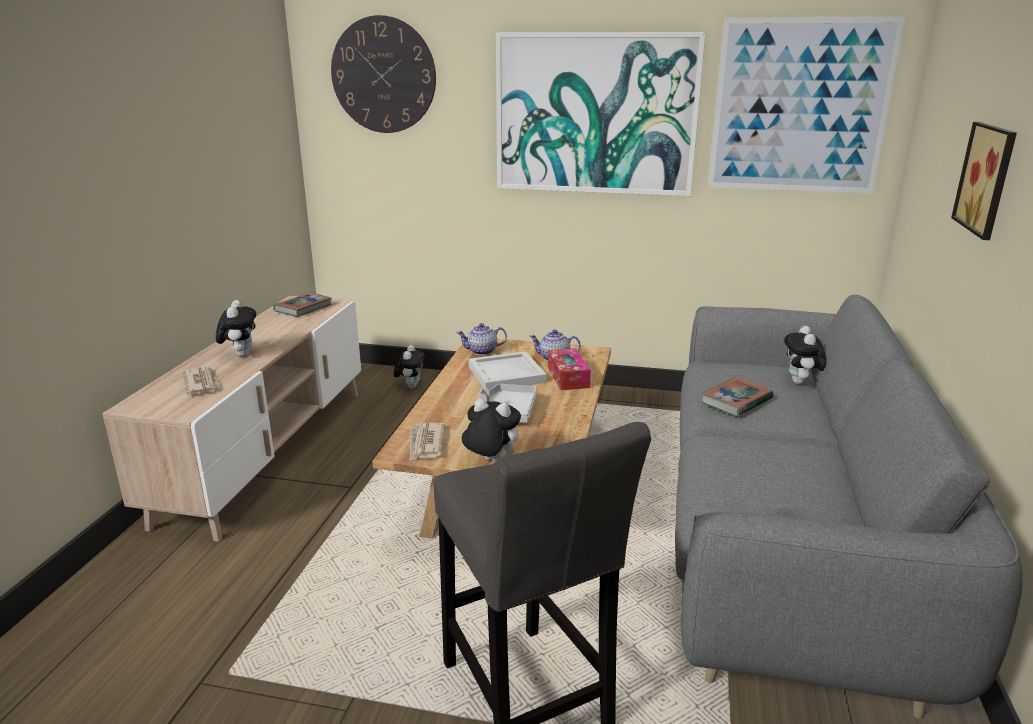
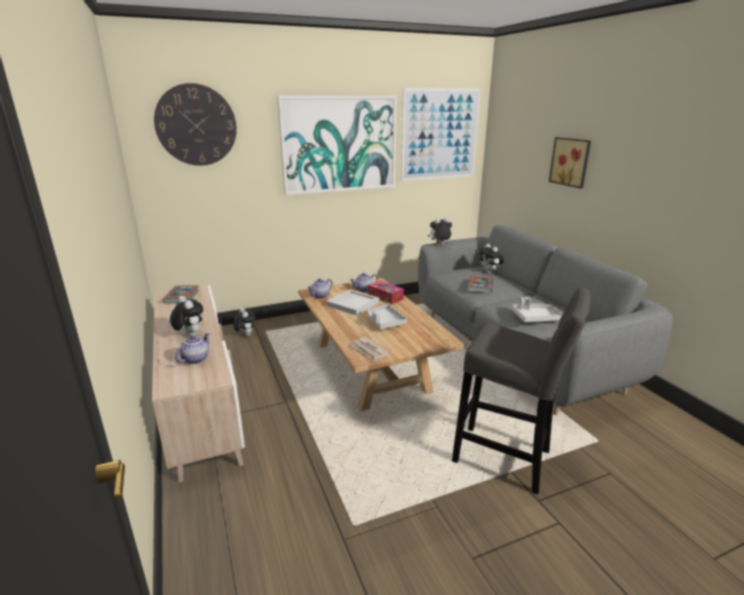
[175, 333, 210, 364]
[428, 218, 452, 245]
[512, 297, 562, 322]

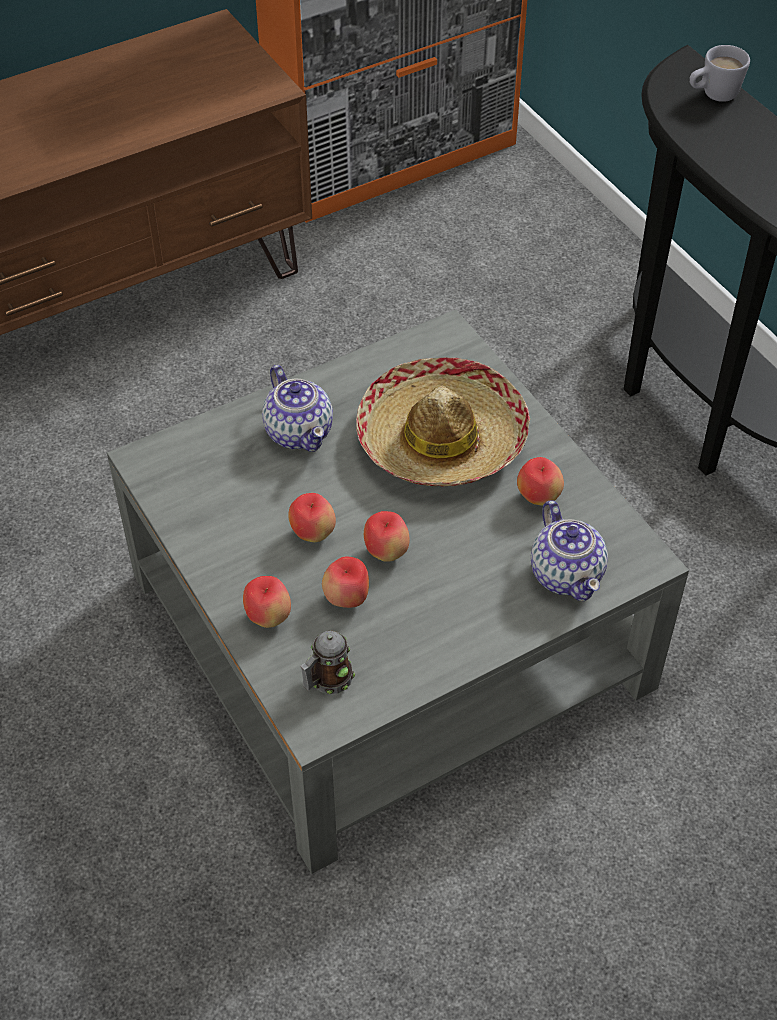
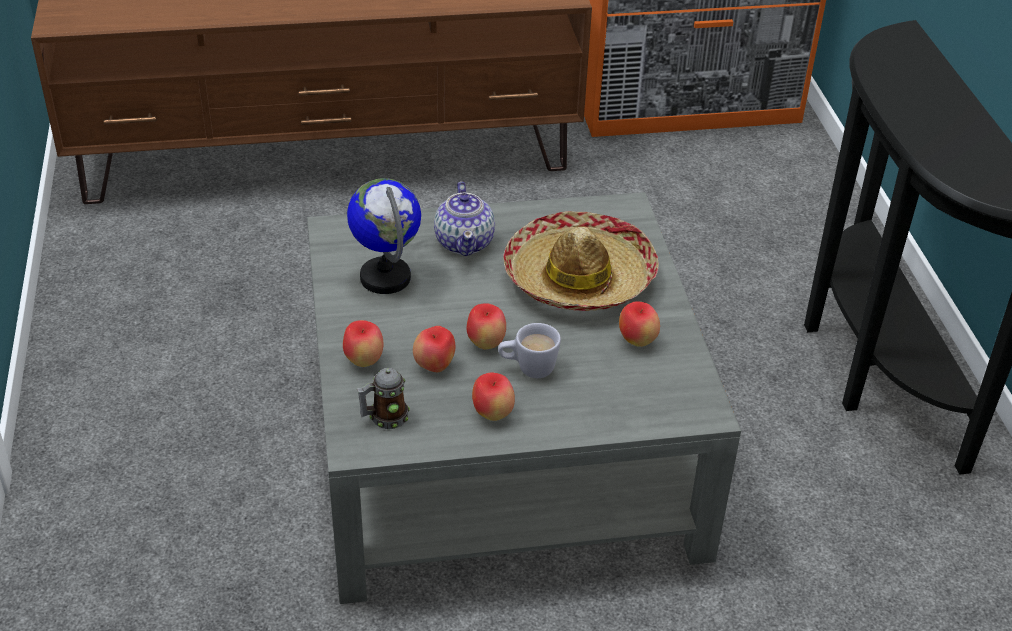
[472, 372, 515, 421]
[531, 501, 608, 601] (first image)
[498, 323, 561, 378]
[347, 178, 421, 294]

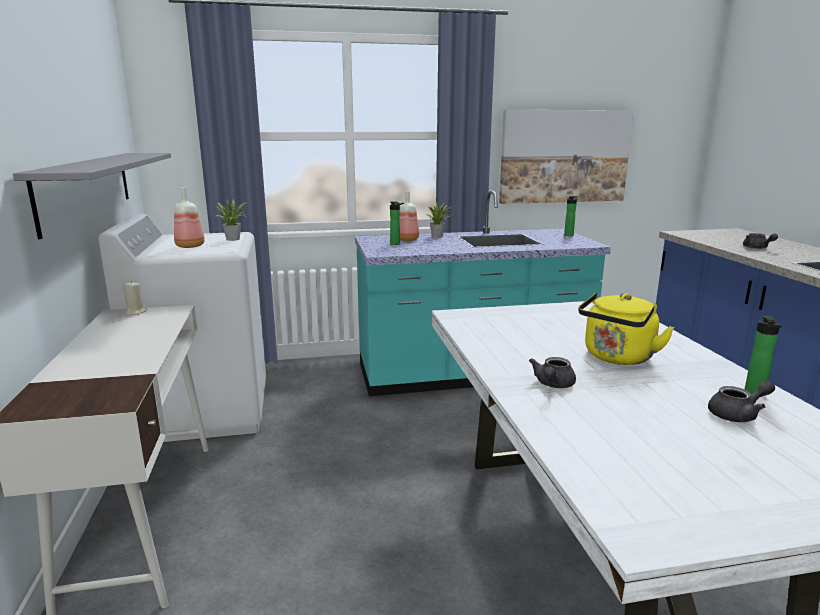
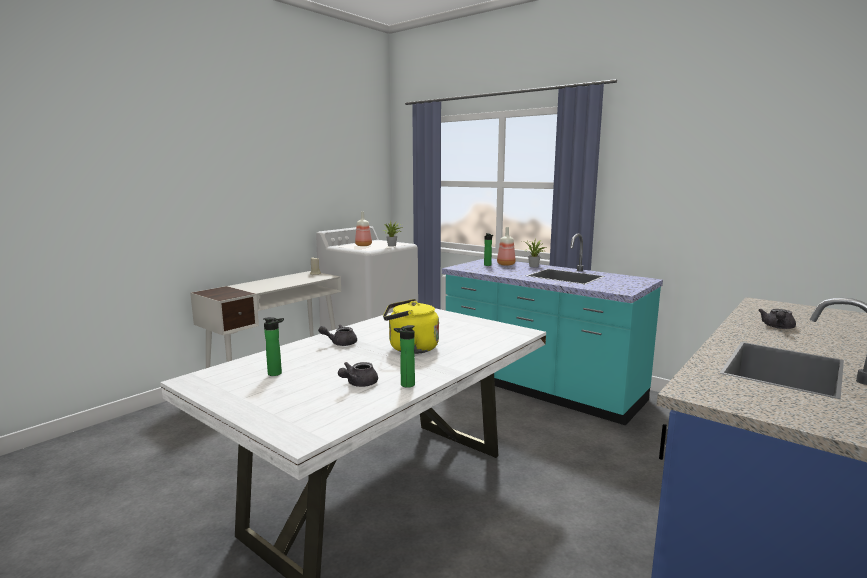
[13, 153, 171, 239] (first image)
[499, 110, 634, 204] (first image)
[263, 317, 284, 376]
[338, 362, 378, 387]

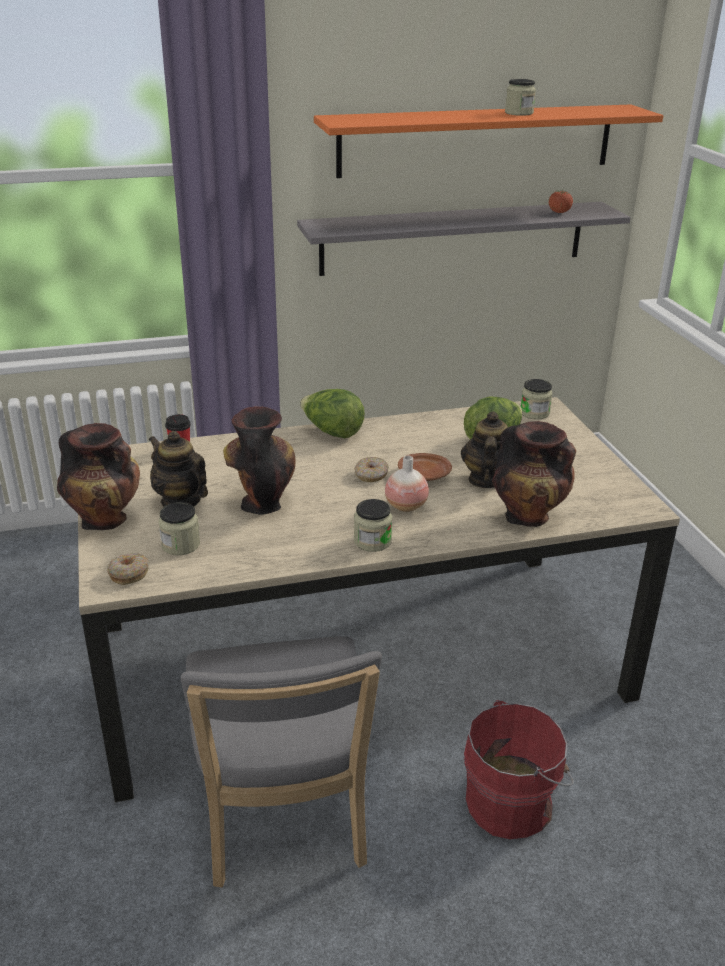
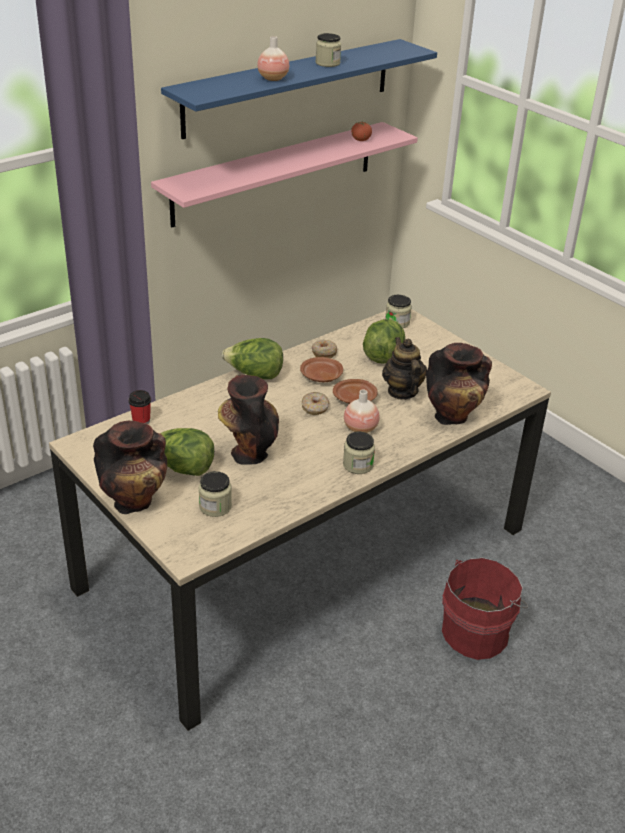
[312, 340, 337, 358]
[160, 428, 214, 476]
[181, 636, 382, 888] (first image)
[151, 122, 418, 228]
[161, 39, 437, 139]
[257, 36, 289, 81]
[300, 357, 343, 382]

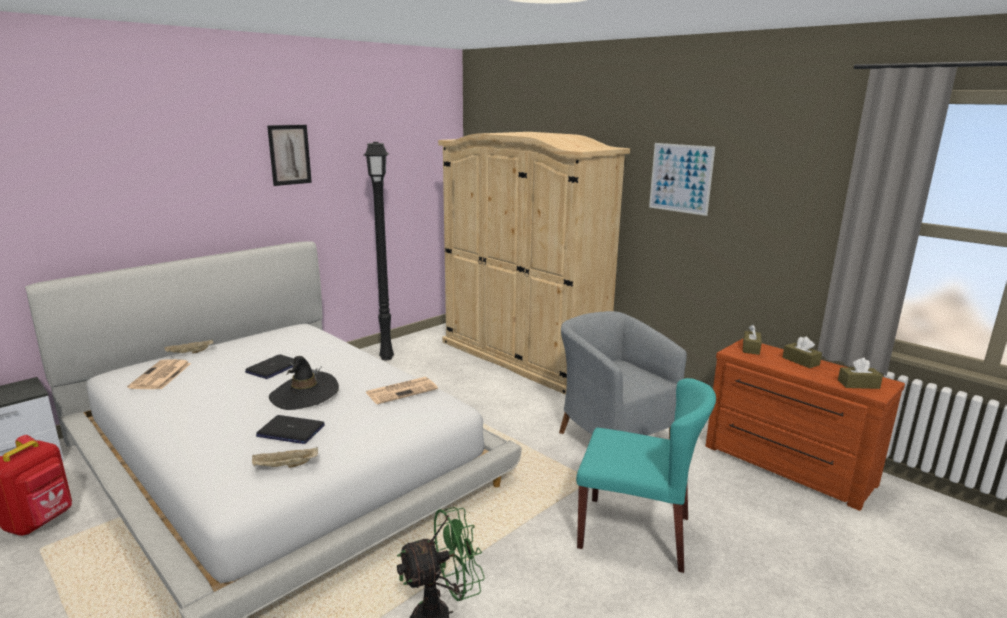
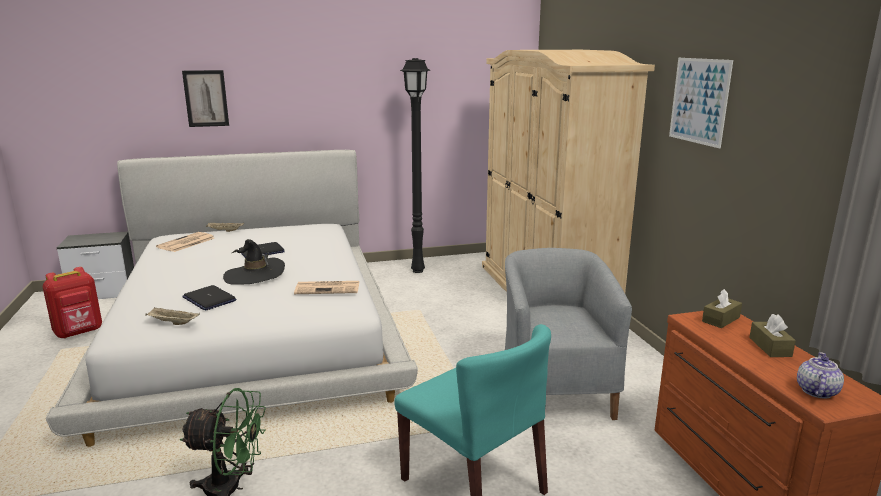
[182, 70, 229, 127]
[797, 352, 844, 399]

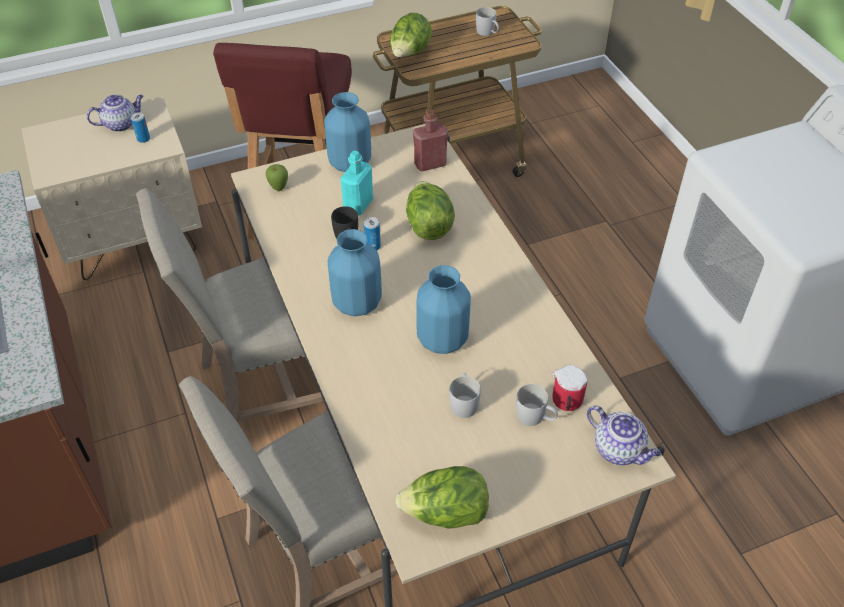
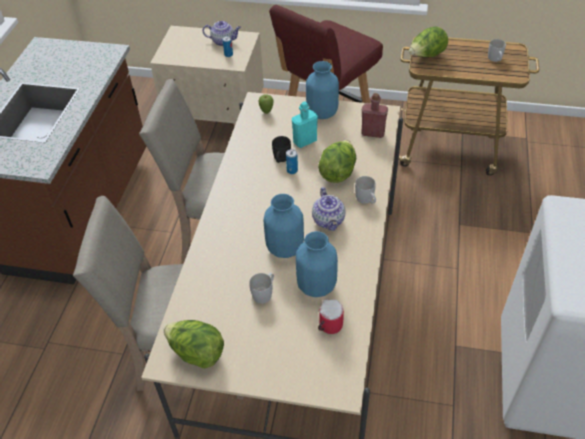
[296, 231, 338, 297]
[355, 176, 376, 204]
[312, 187, 346, 231]

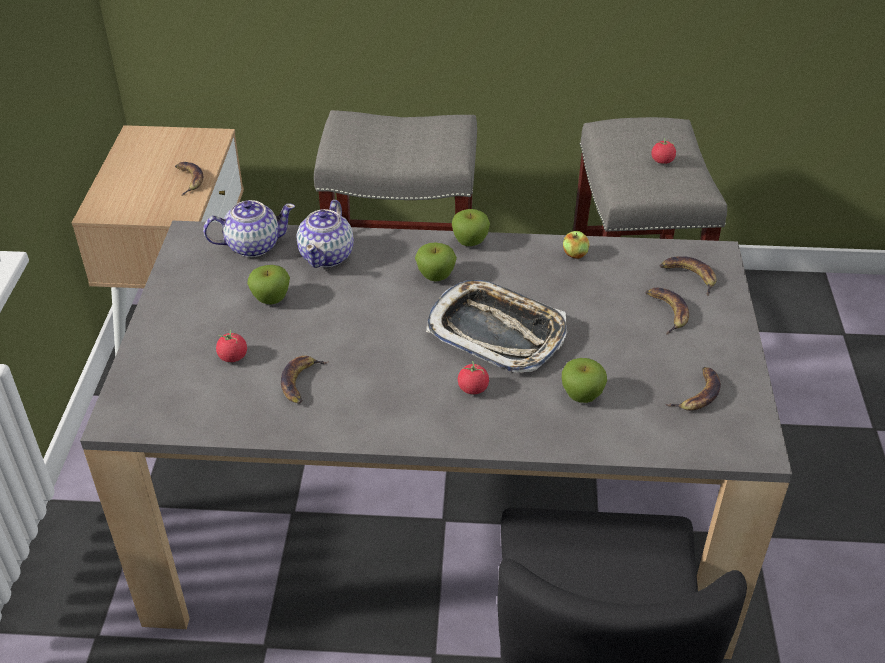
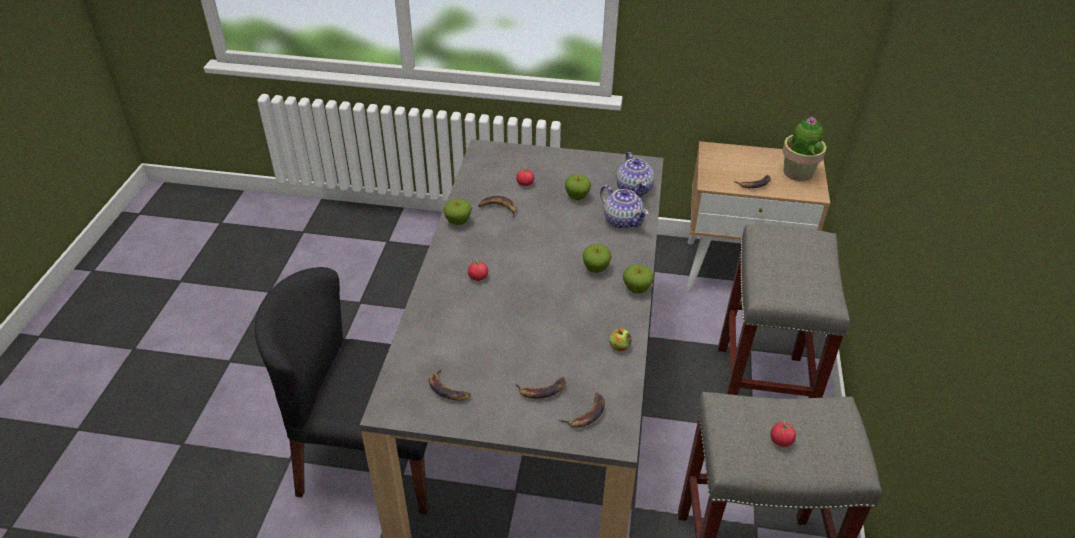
[600, 185, 649, 229]
[426, 280, 567, 373] (first image)
[444, 199, 472, 225]
[782, 116, 827, 181]

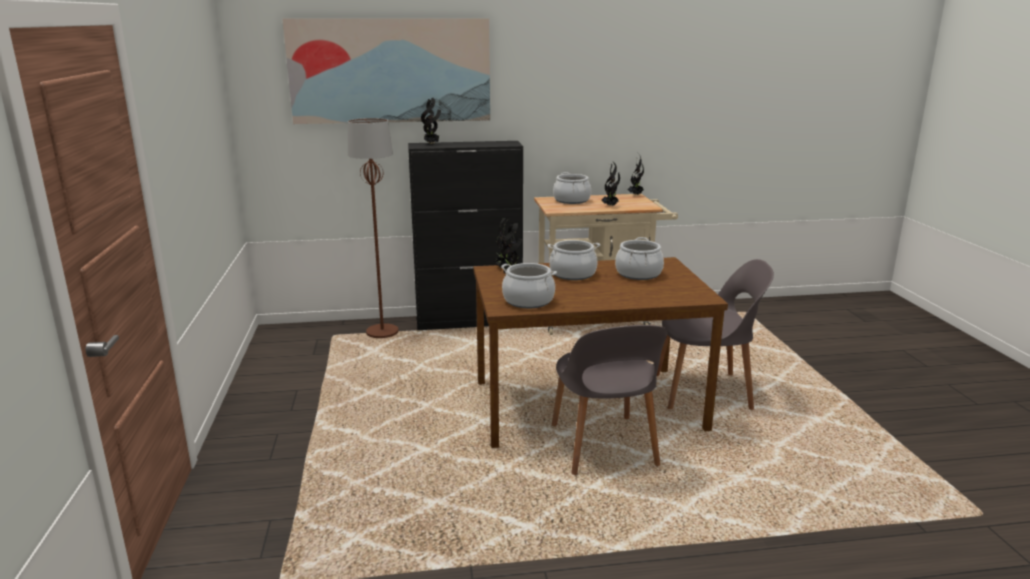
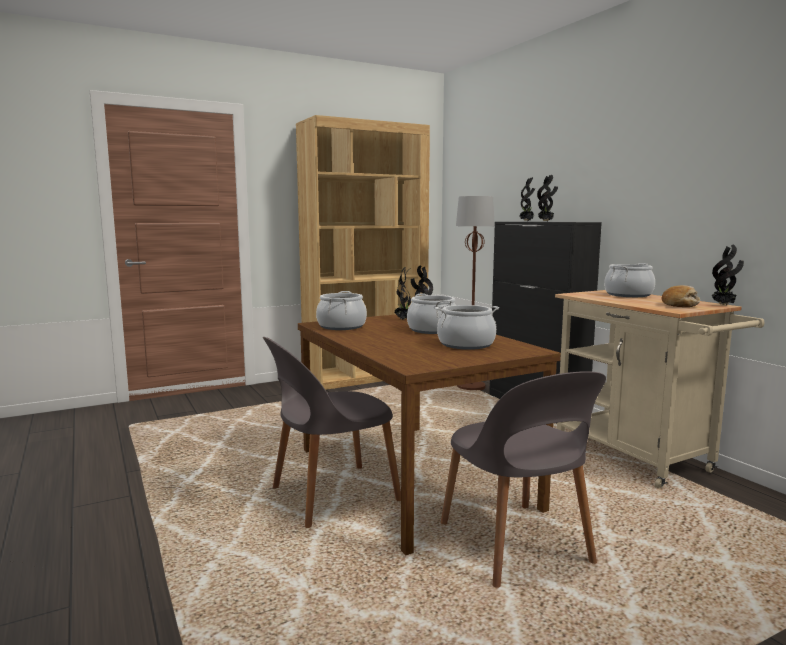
[282, 18, 490, 124] (first image)
[537, 175, 558, 221]
[296, 115, 430, 390]
[662, 285, 700, 307]

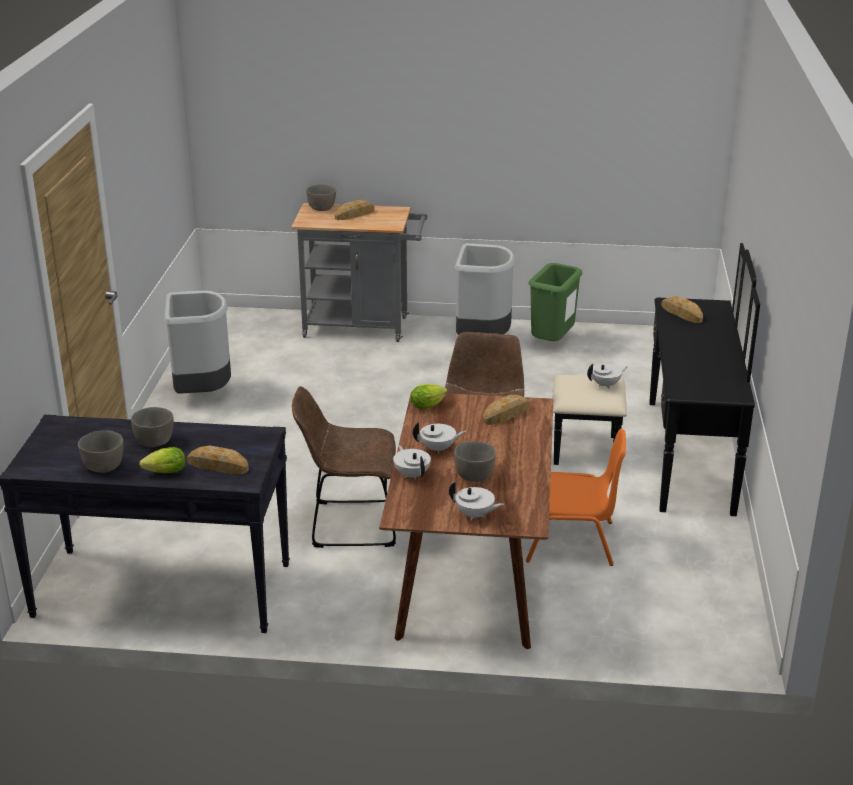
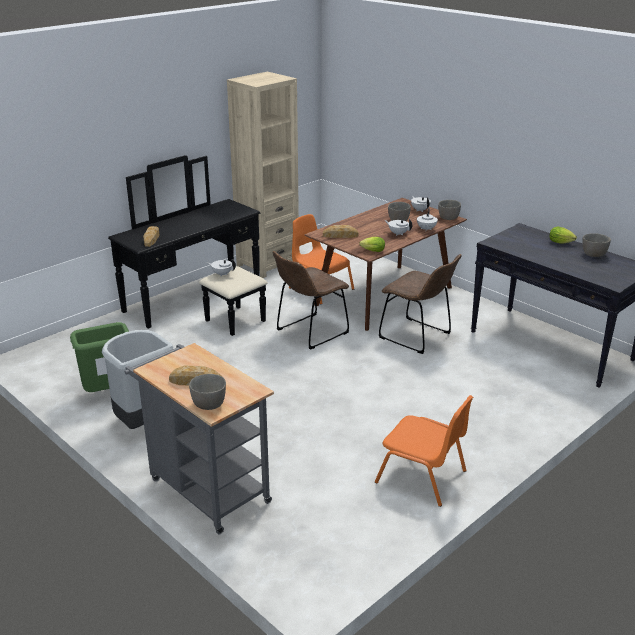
[438, 200, 461, 220]
[375, 395, 473, 507]
[187, 445, 249, 474] (first image)
[227, 72, 299, 278]

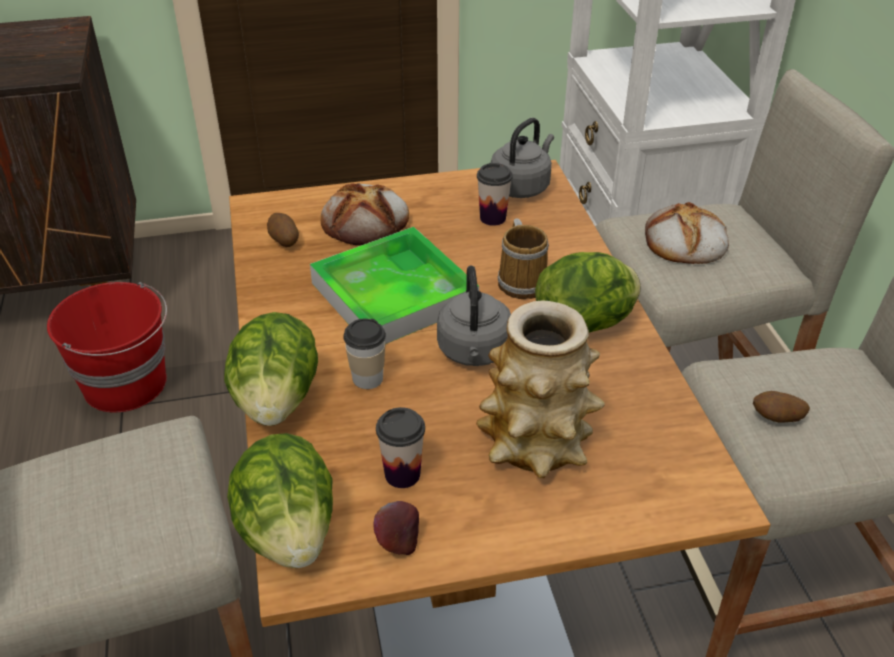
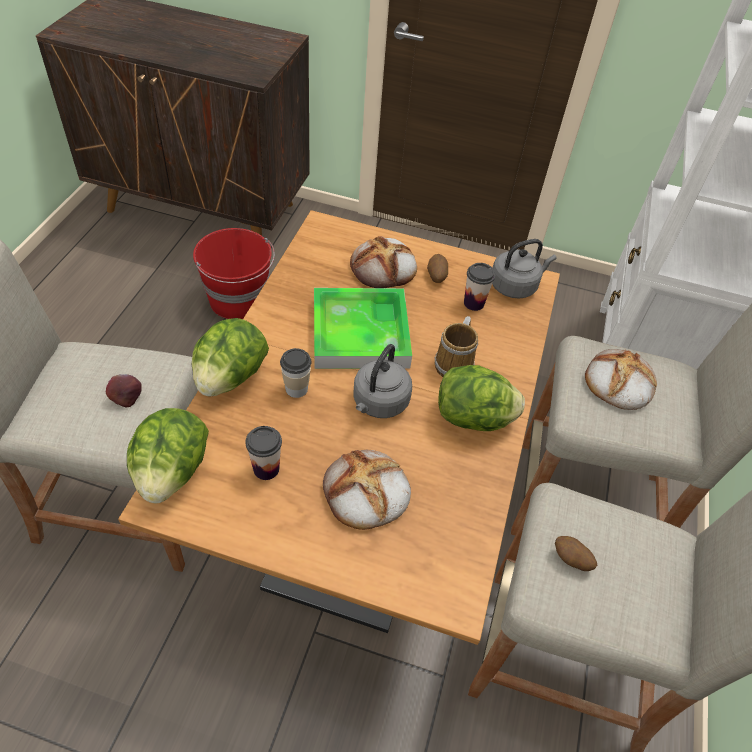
[427, 254, 448, 283]
[106, 374, 142, 408]
[323, 450, 411, 530]

